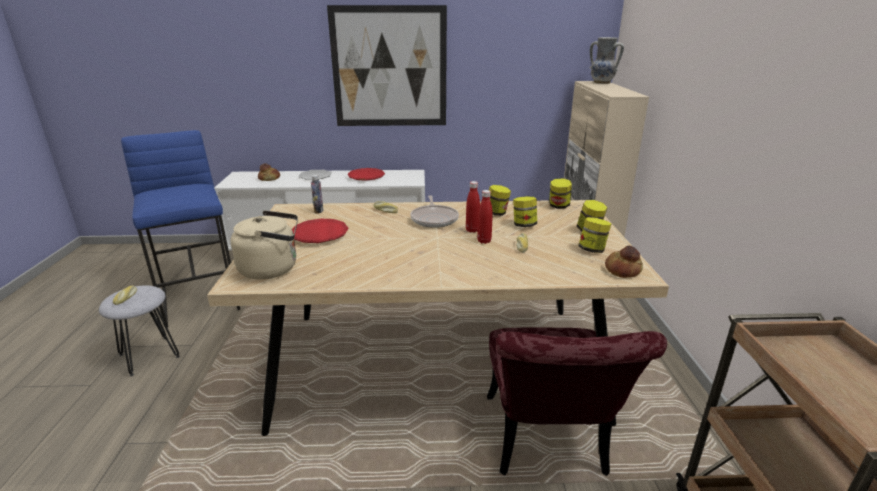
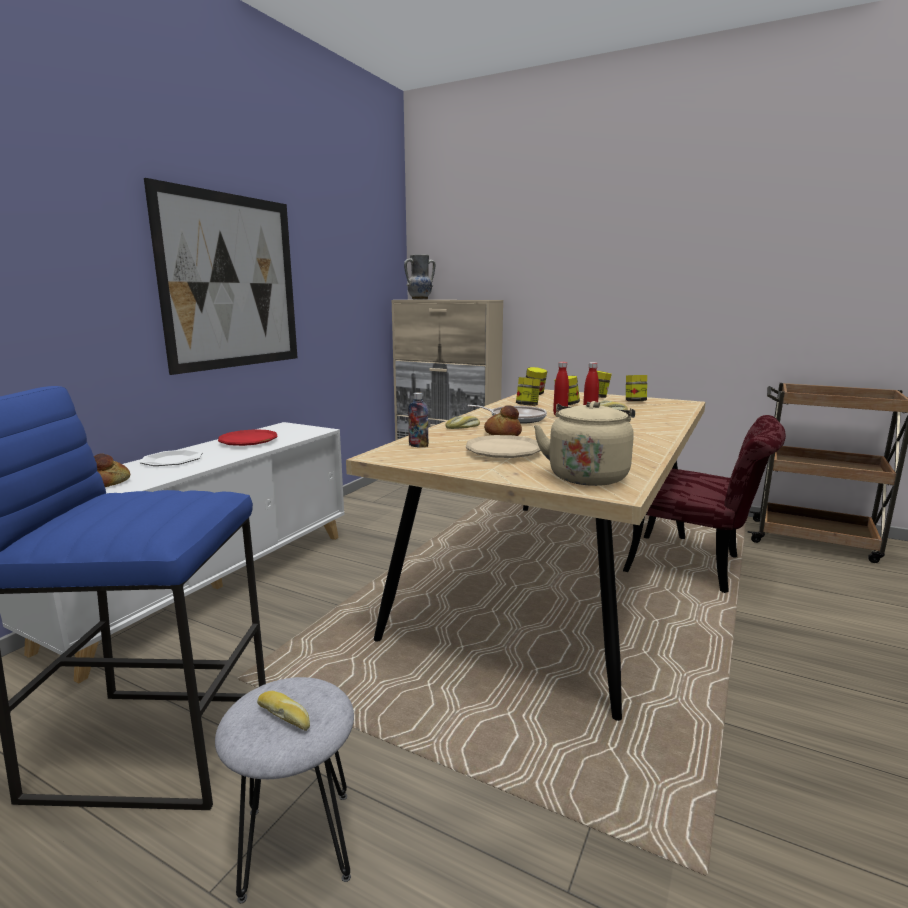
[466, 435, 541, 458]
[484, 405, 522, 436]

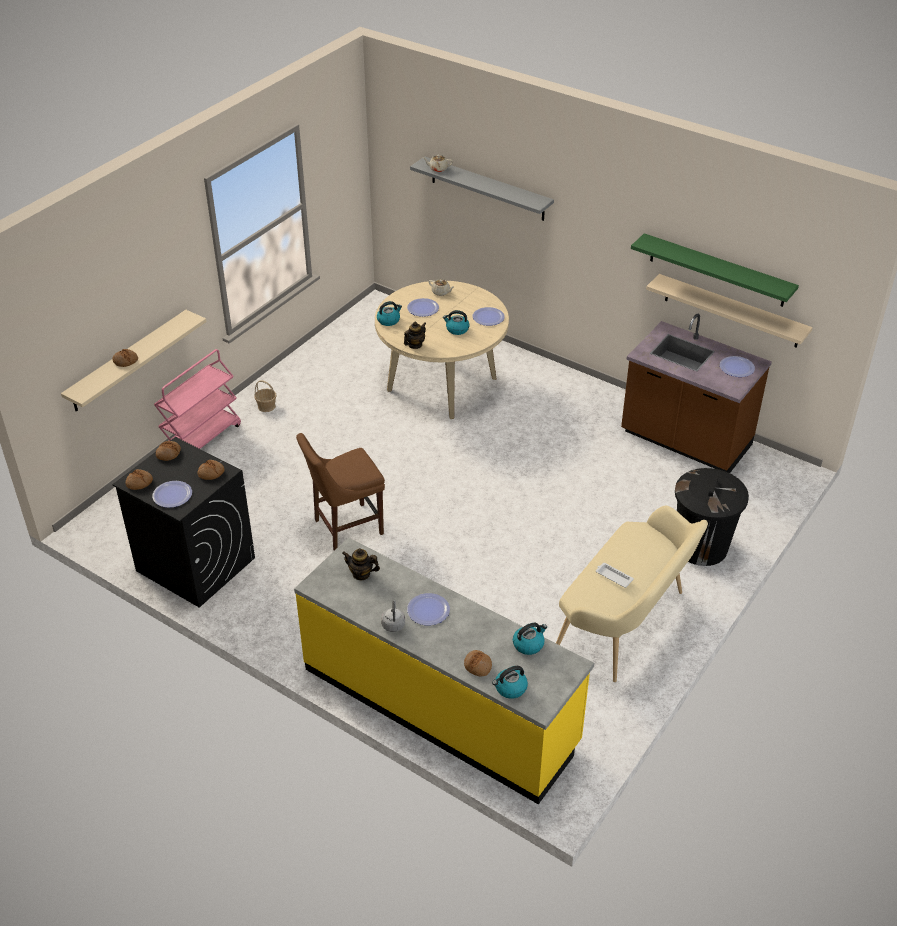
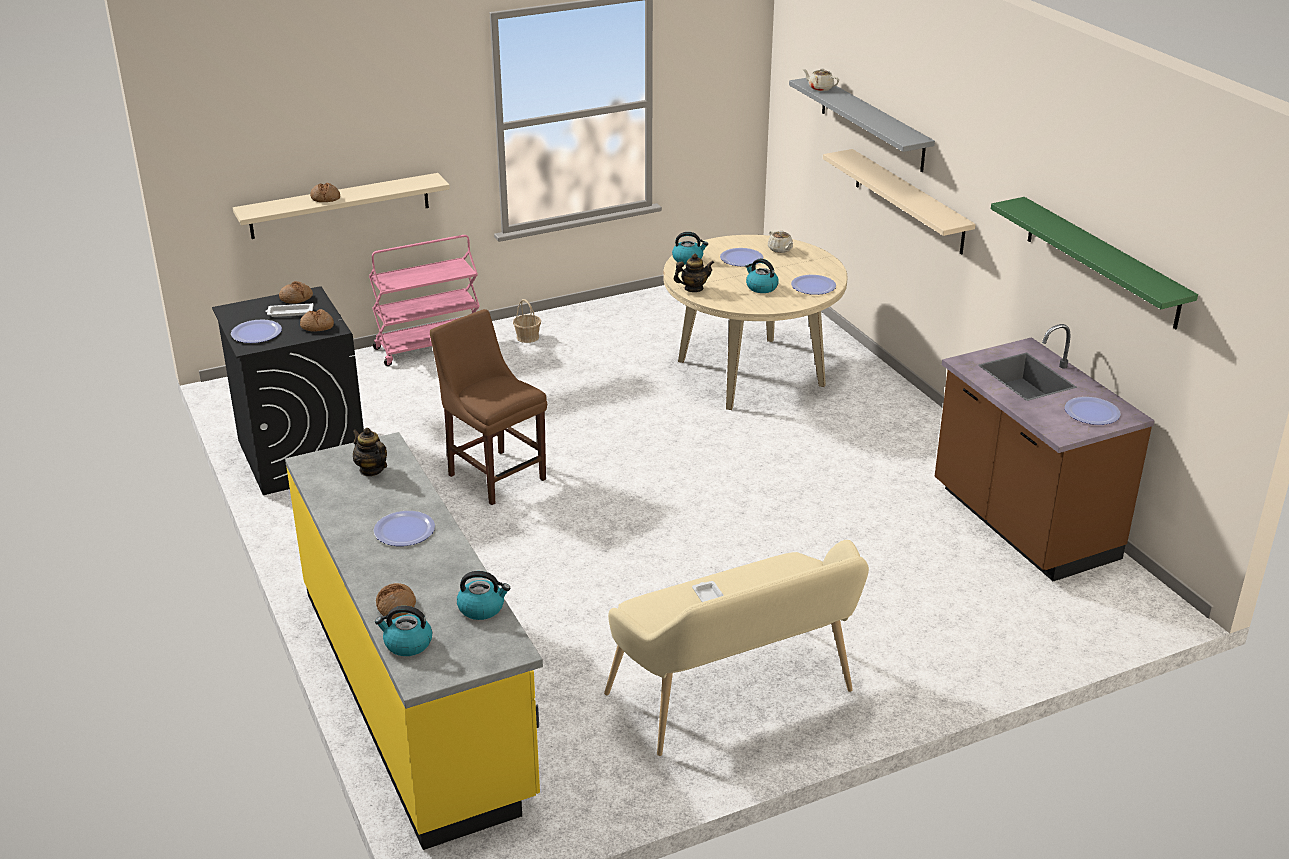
[125, 469, 153, 490] (first image)
[430, 309, 547, 505]
[381, 600, 405, 632] (first image)
[823, 149, 976, 255]
[675, 468, 749, 566] (first image)
[265, 303, 314, 317]

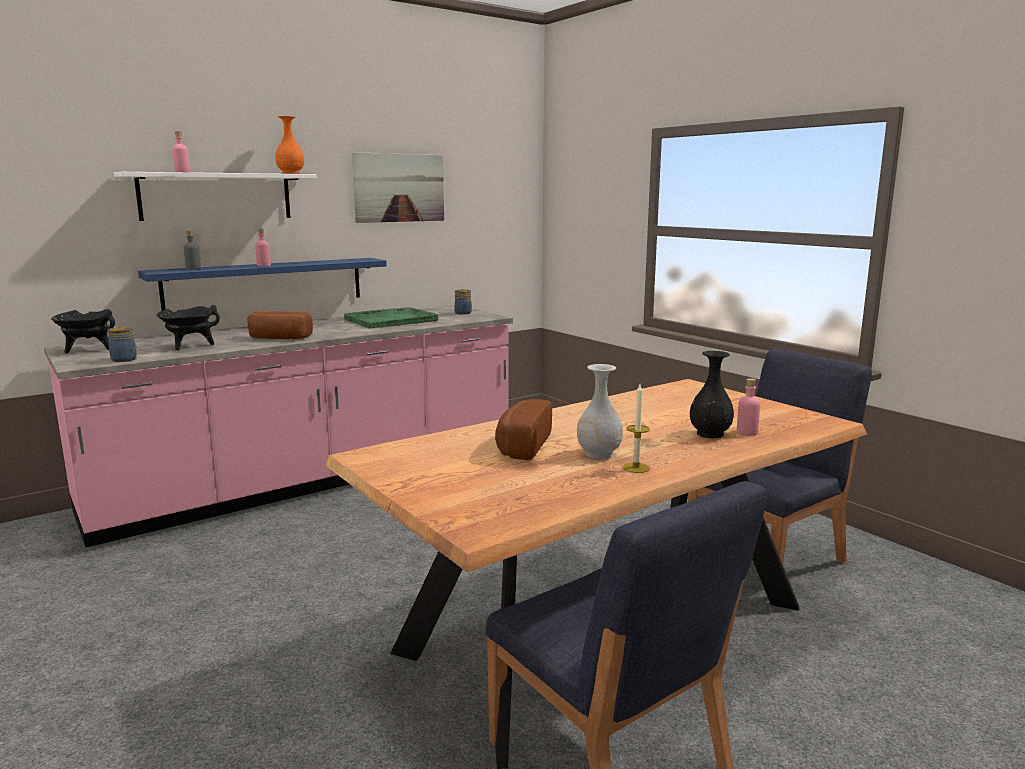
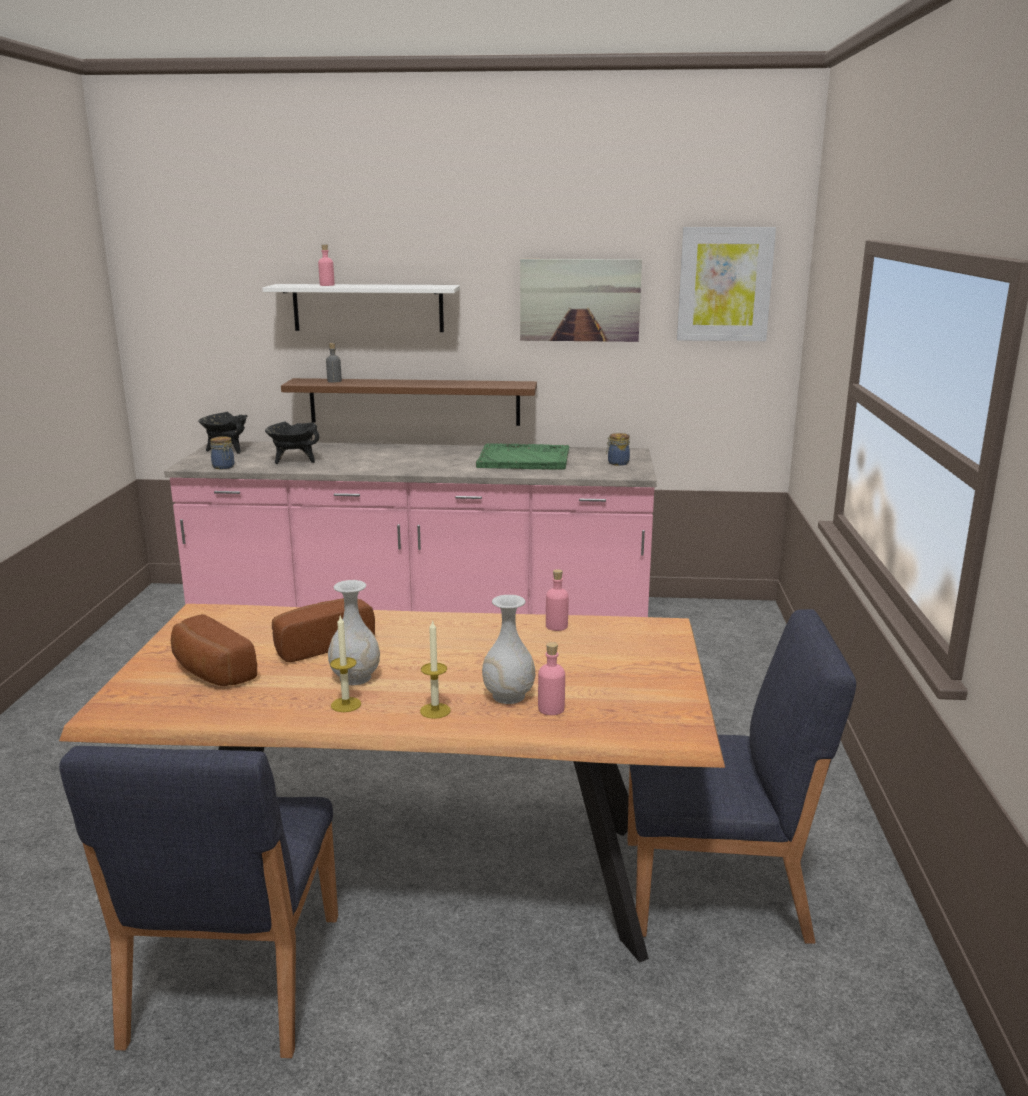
[281, 378, 537, 426]
[171, 614, 257, 686]
[546, 569, 569, 631]
[275, 116, 304, 174] (first image)
[482, 595, 535, 704]
[420, 620, 451, 719]
[677, 227, 776, 341]

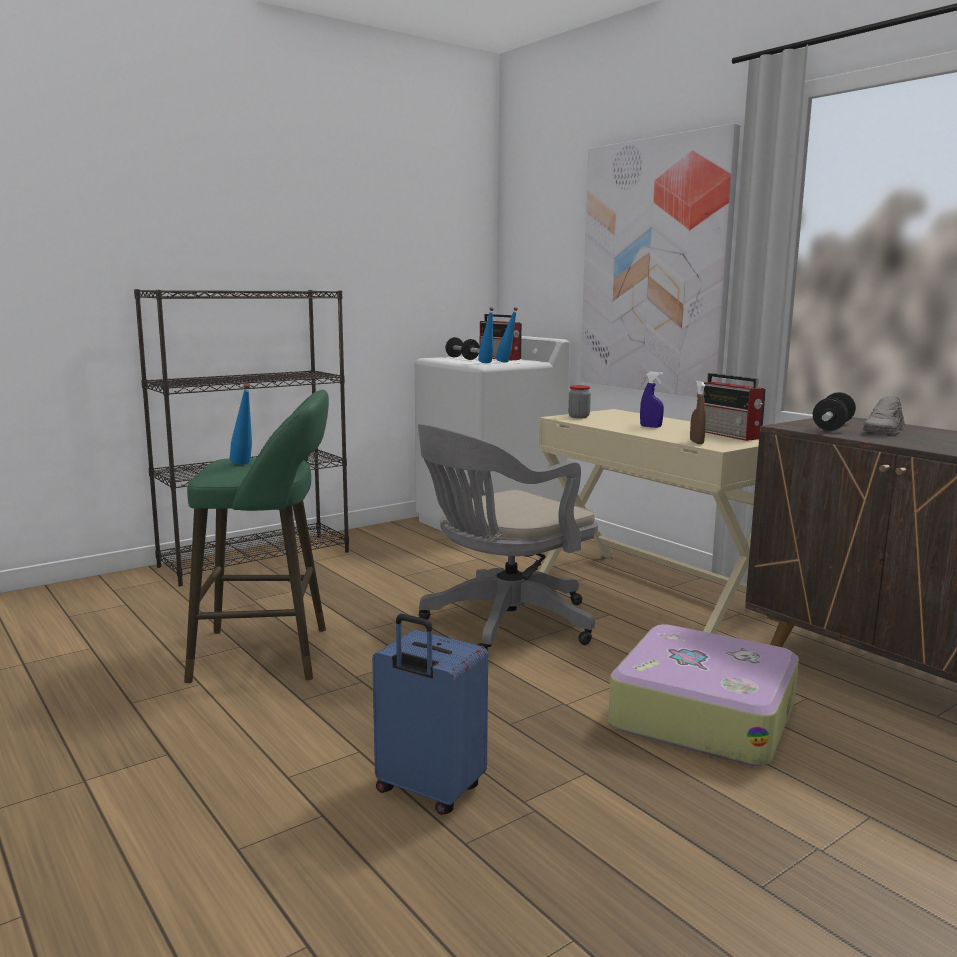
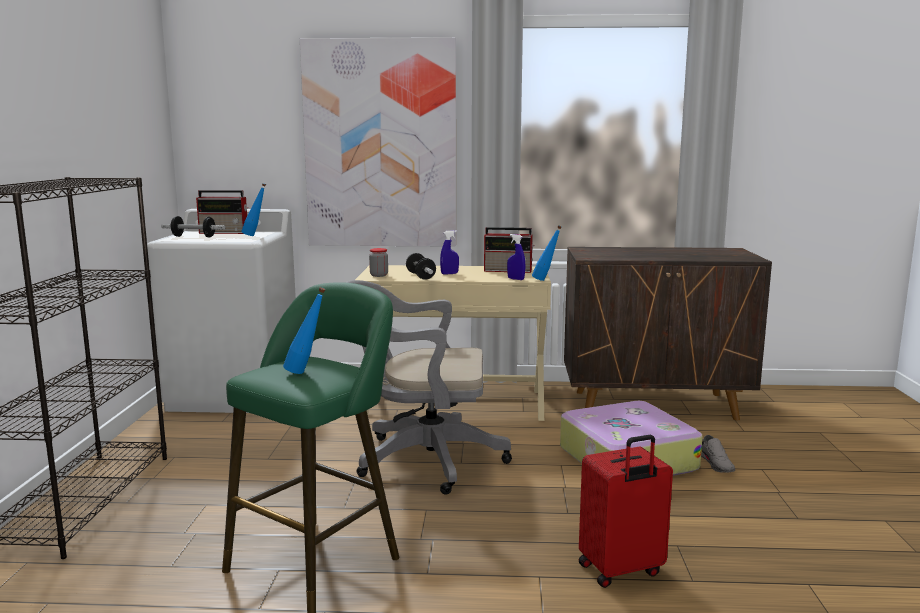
[579, 435, 673, 588]
[345, 280, 512, 495]
[532, 225, 562, 281]
[507, 234, 525, 280]
[406, 253, 436, 280]
[701, 435, 735, 473]

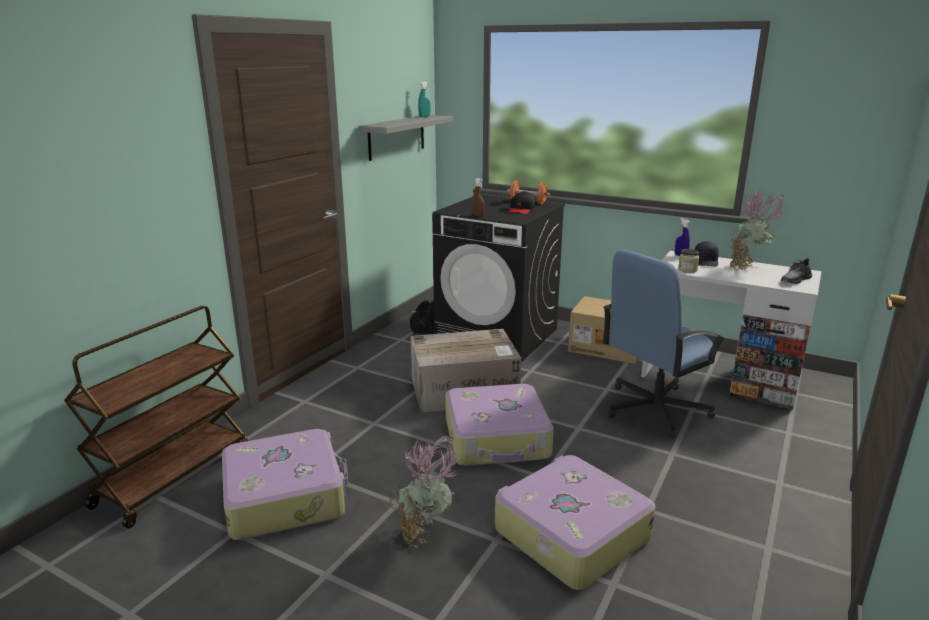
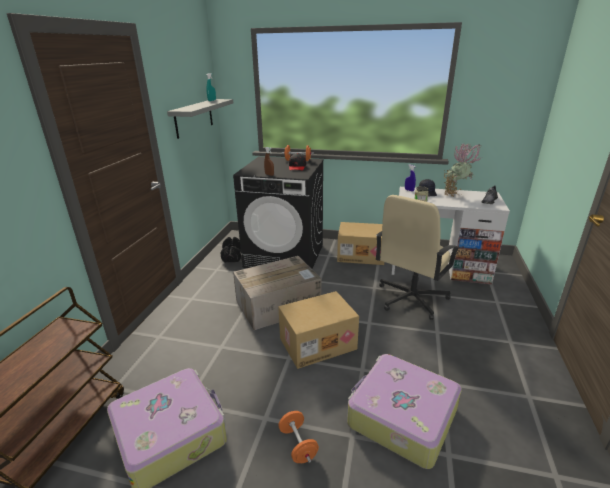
[278, 411, 319, 463]
[278, 291, 359, 369]
[376, 195, 460, 320]

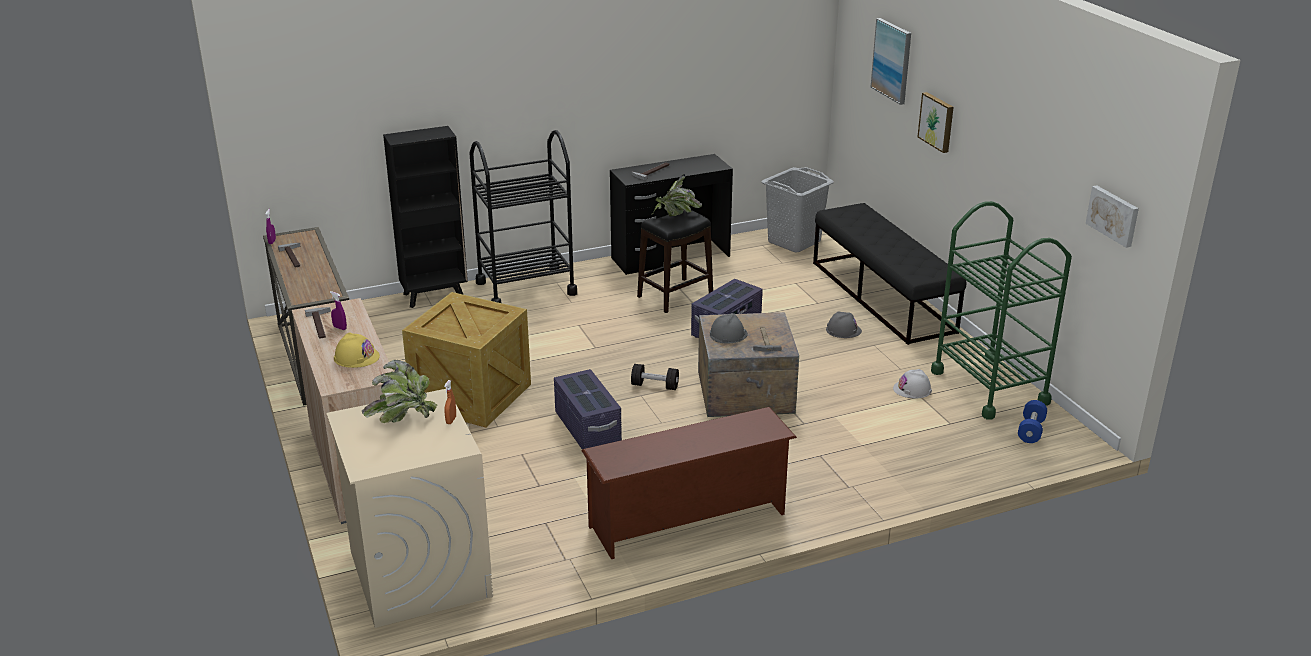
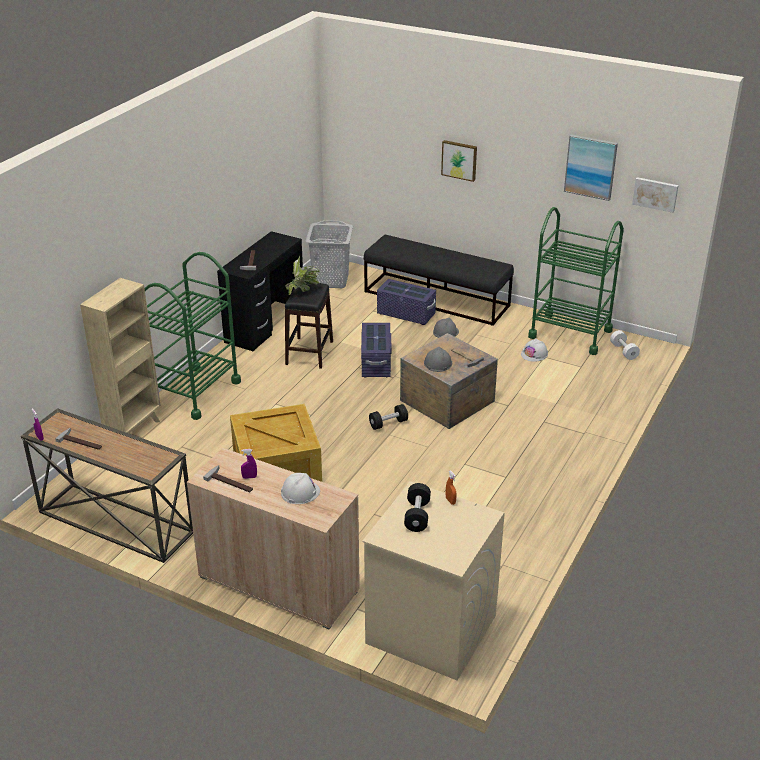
[281, 473, 320, 504]
[404, 483, 431, 532]
[80, 278, 161, 433]
[145, 252, 241, 420]
[377, 279, 436, 325]
[581, 407, 797, 559] (first image)
[564, 135, 618, 201]
[610, 330, 640, 360]

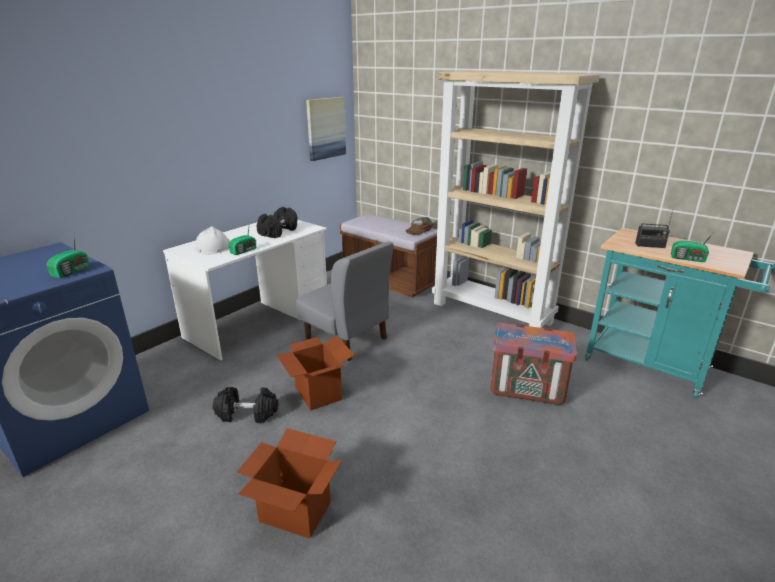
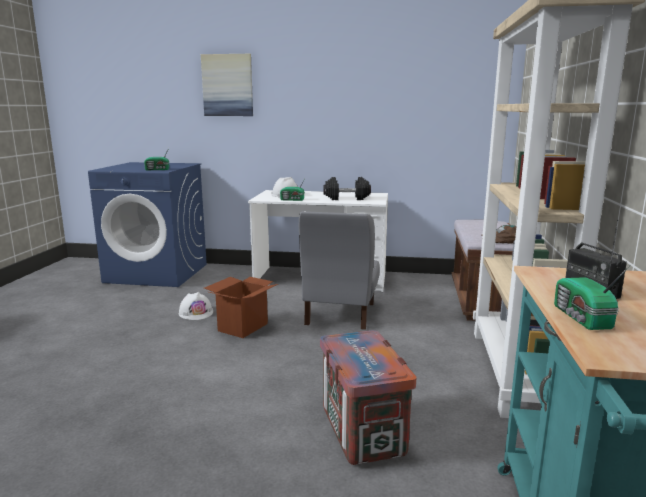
[179, 292, 214, 320]
[237, 428, 342, 539] (first image)
[201, 54, 253, 116]

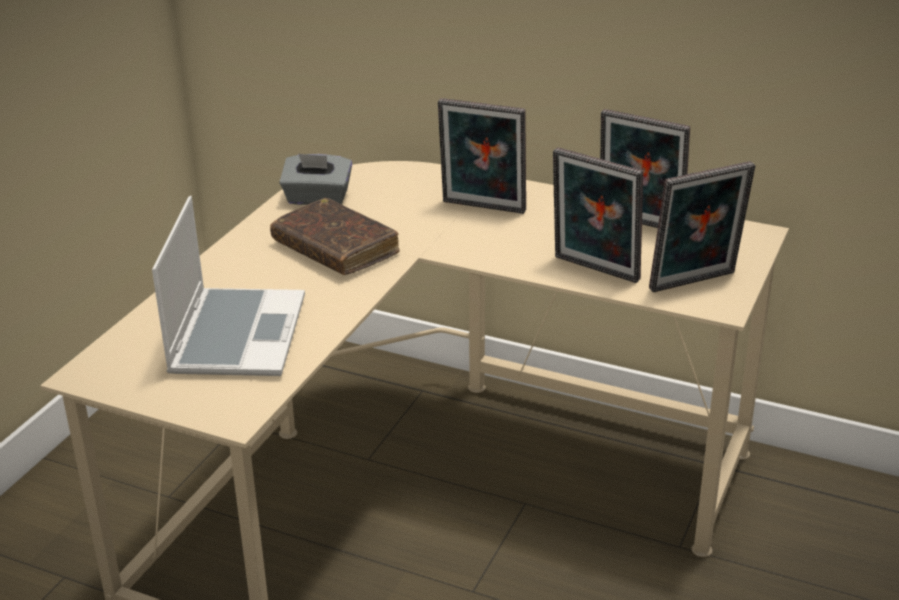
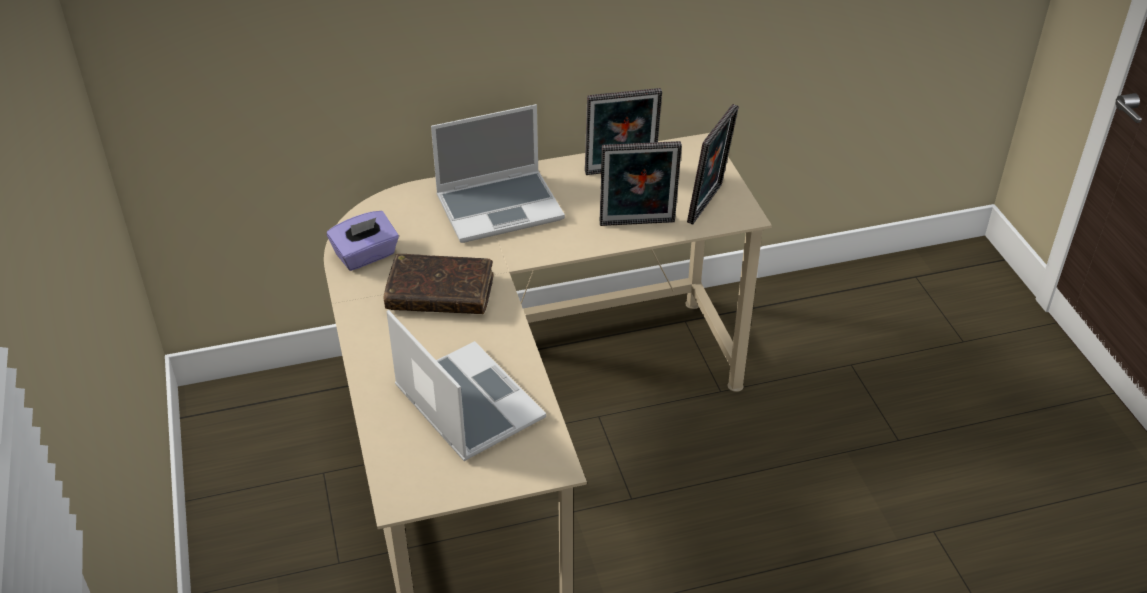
[327, 211, 399, 271]
[431, 104, 565, 243]

